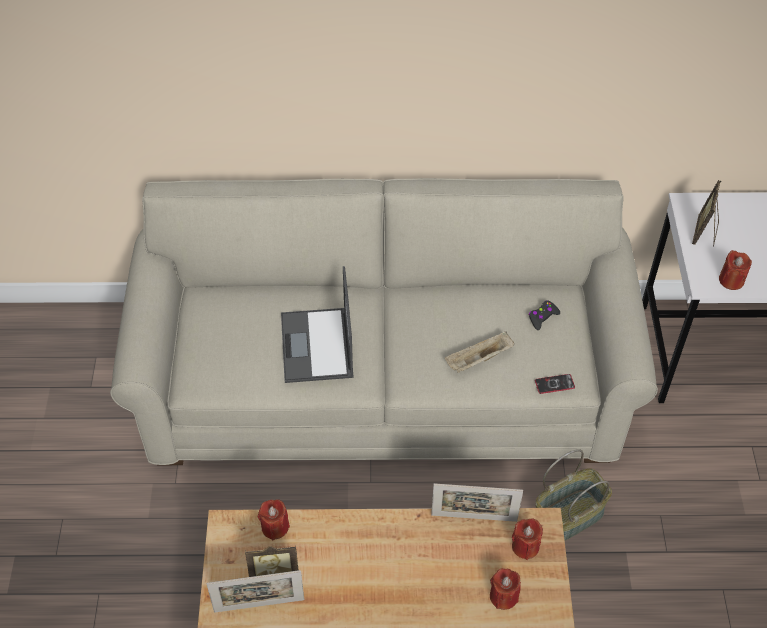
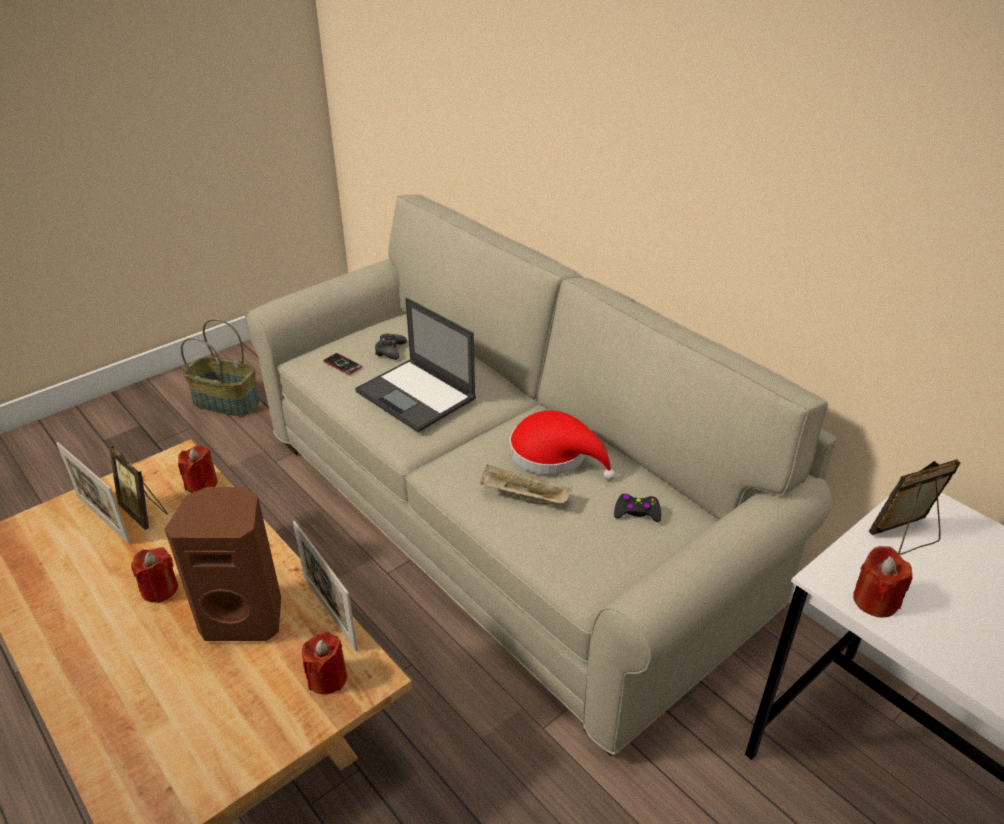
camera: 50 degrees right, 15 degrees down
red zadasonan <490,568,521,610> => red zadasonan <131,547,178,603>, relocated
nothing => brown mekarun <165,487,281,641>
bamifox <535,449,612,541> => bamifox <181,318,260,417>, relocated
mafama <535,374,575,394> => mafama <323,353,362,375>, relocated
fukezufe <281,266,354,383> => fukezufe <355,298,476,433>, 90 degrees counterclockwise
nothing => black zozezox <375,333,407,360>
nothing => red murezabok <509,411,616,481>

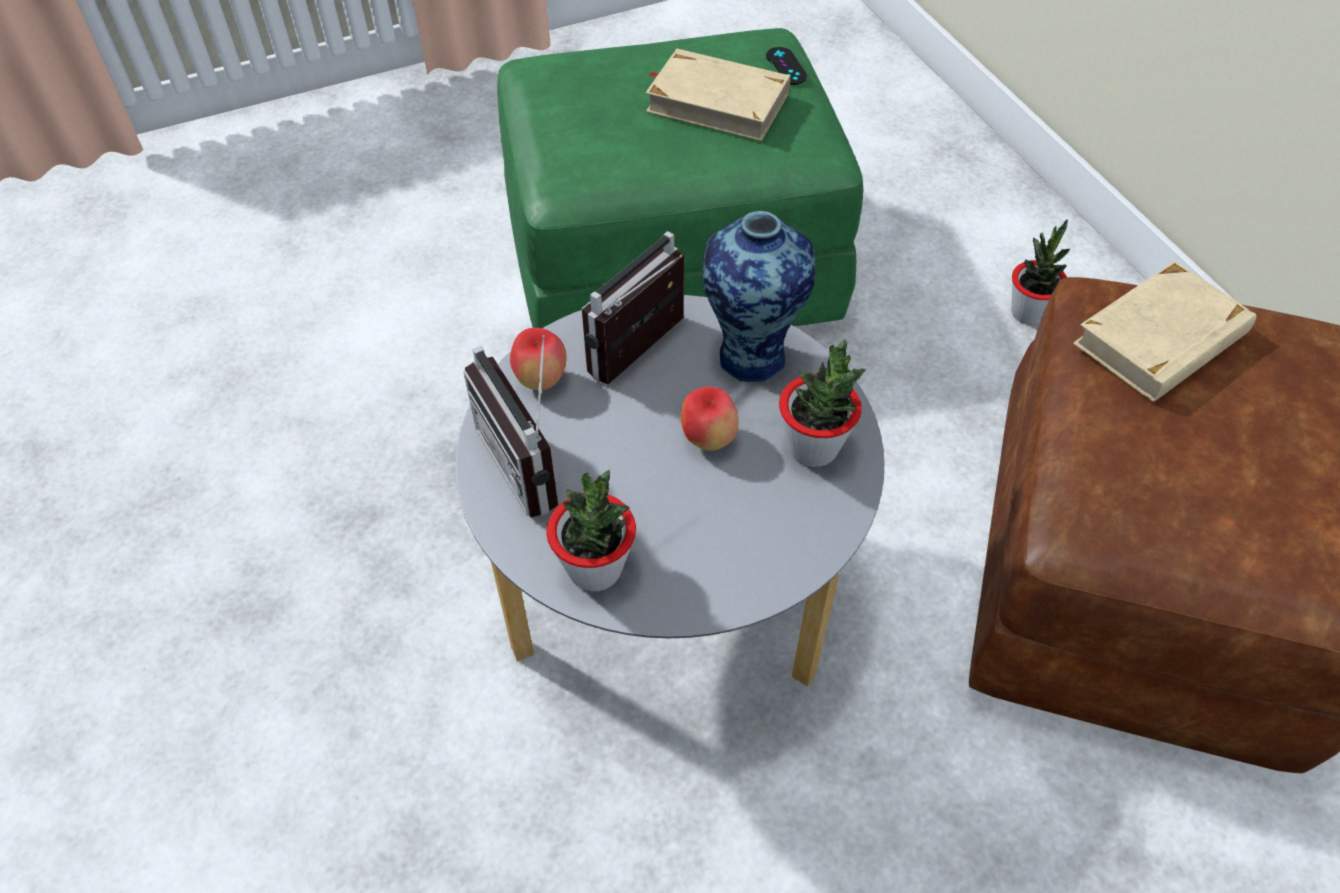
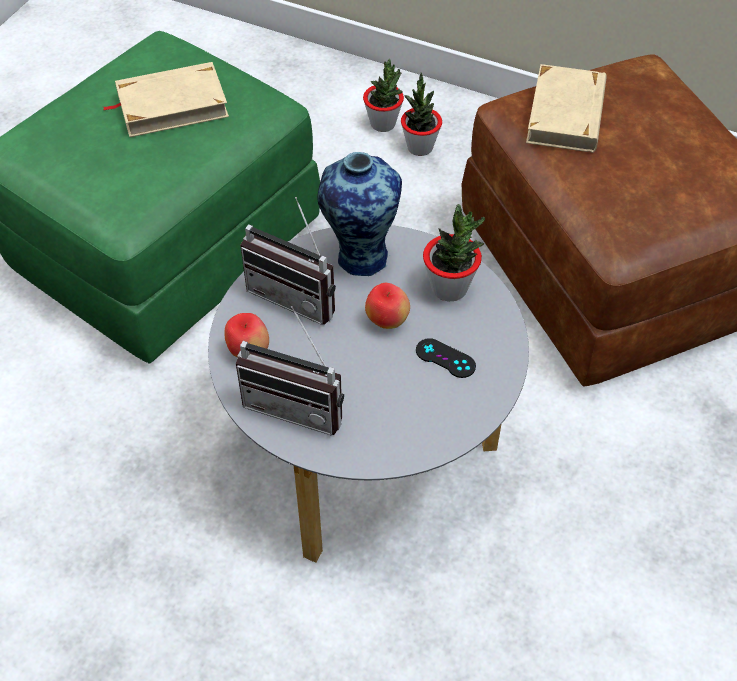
camera: 40 degrees left, 0 degrees up
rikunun <582,231,684,384> => rikunun <240,197,336,325>, 60 degrees counterclockwise
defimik <546,470,636,591> => defimik <363,59,404,132>, relocated
black zozezox <766,47,807,85> => black zozezox <416,338,476,378>, relocated

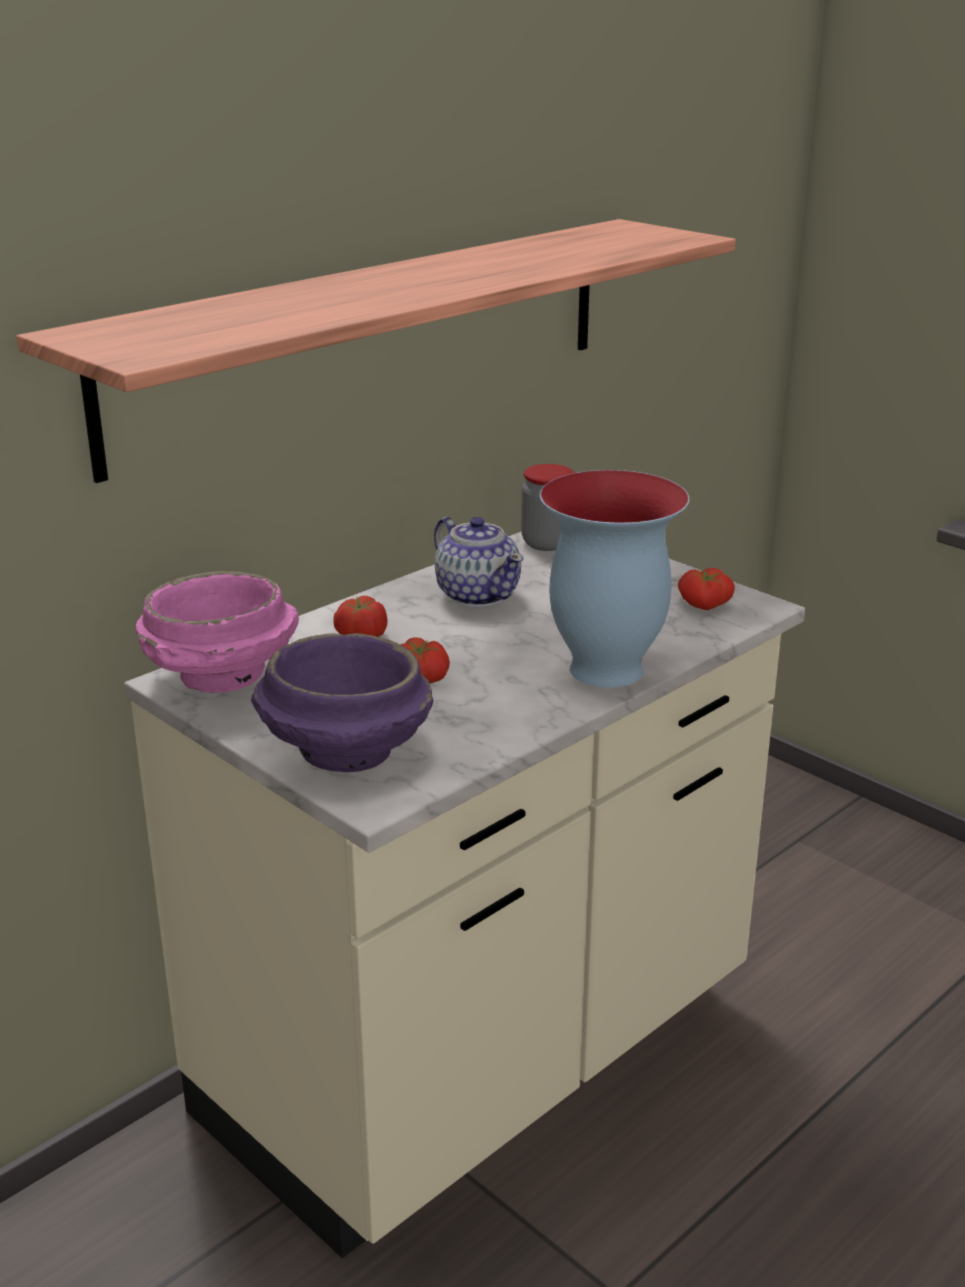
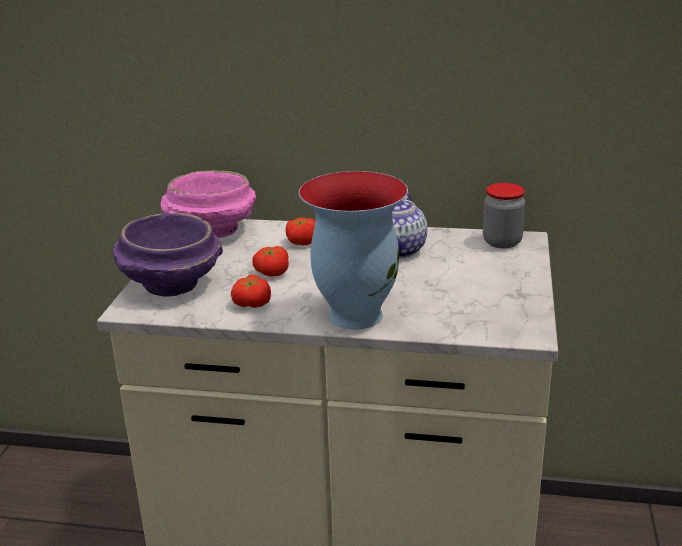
camera: 55 degrees right, 0 degrees up
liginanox <678,568,735,610> => liginanox <231,275,271,308>, relocated
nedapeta <16,219,736,483> => nothing

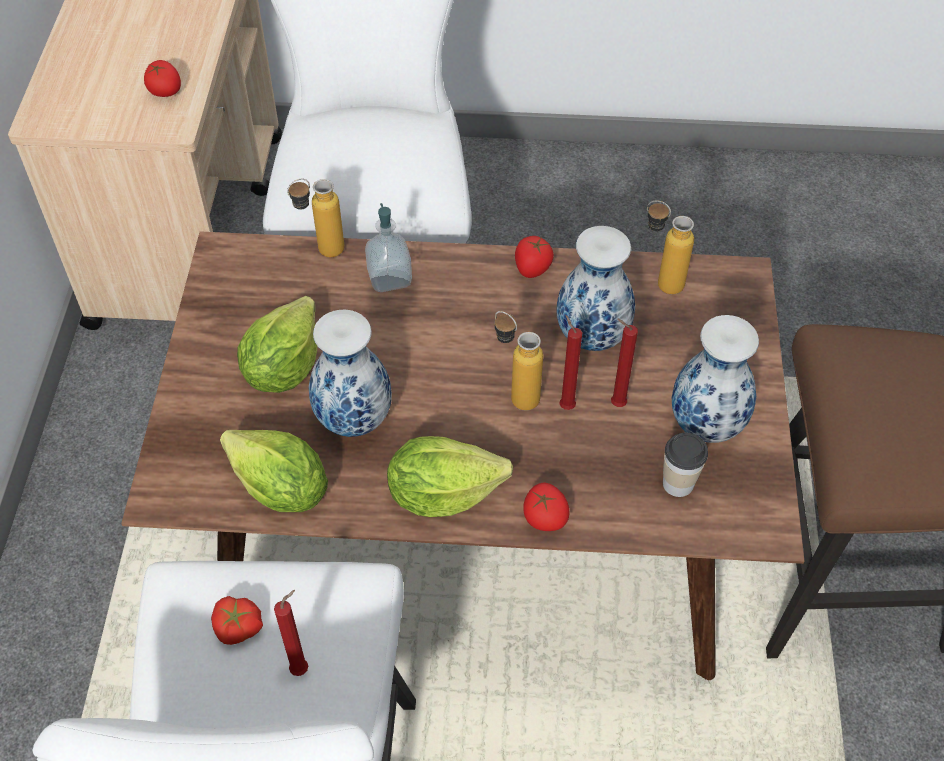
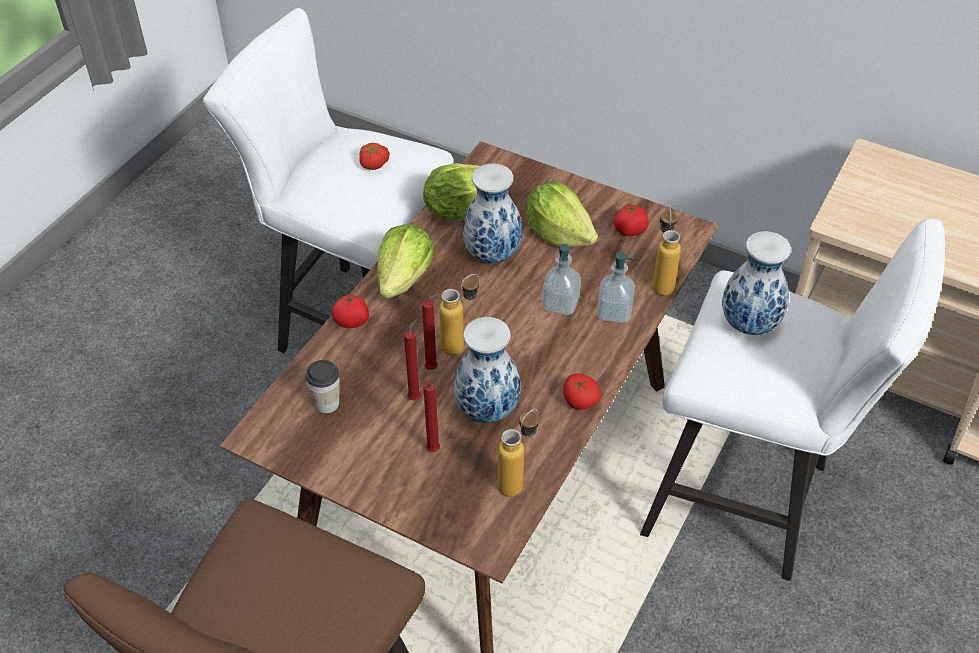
camera: 115 degrees right, 5 degrees down
red zadasonan <274,590,308,676> => red zadasonan <423,382,440,452>, relocated
nothing => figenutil <542,244,581,315>
liginanox <144,60,181,97> => liginanox <614,205,649,236>, relocated
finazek <672,315,759,443> => finazek <722,231,791,335>, relocated

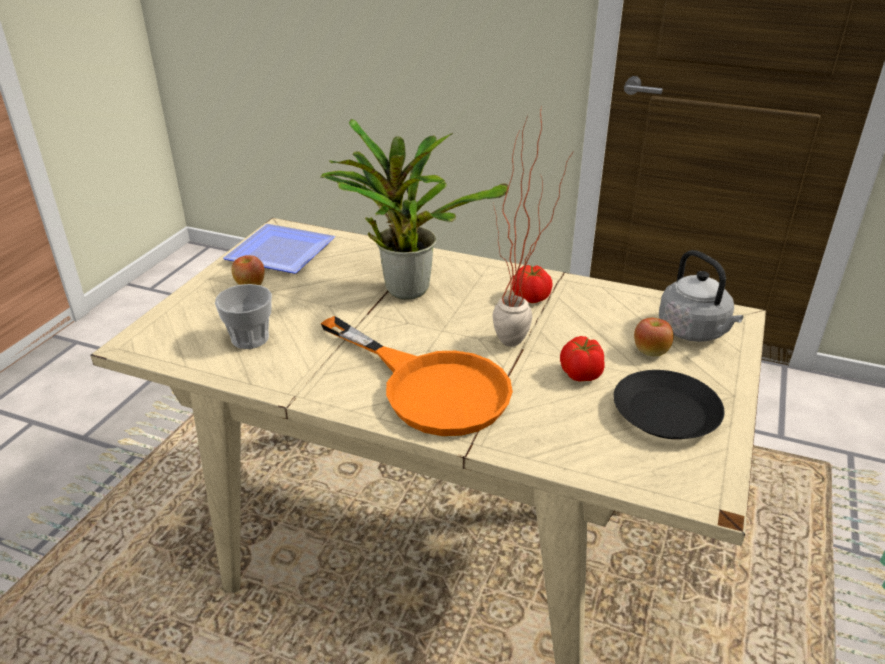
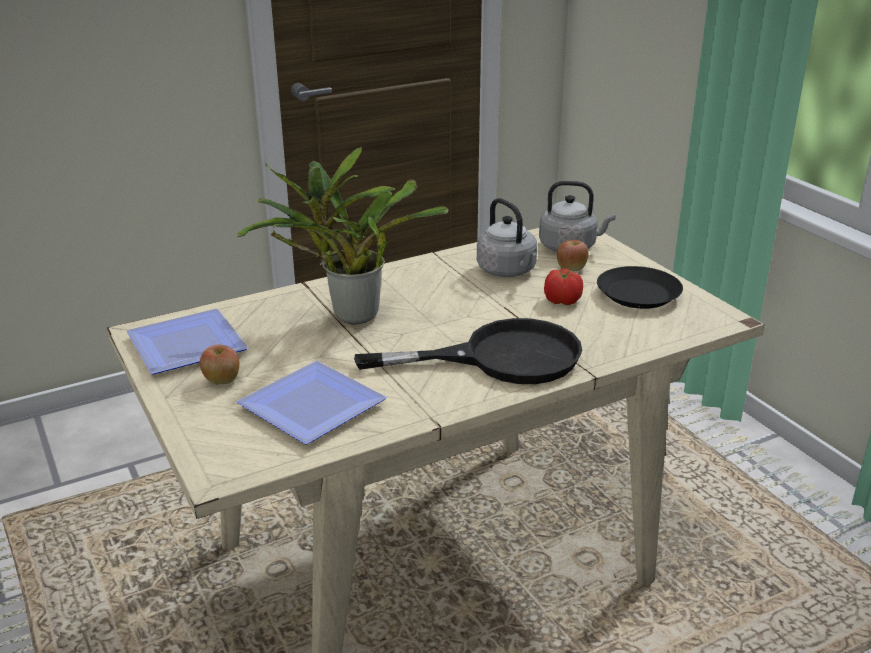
camera: 50 degrees left, 5 degrees down
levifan <215,284,272,349> => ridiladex <236,361,387,444>
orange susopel <321,316,513,436> => black susopel <354,318,582,384>
nothing => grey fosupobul <477,198,537,277>
defimik <492,111,573,347> => nothing
liginanox <512,265,553,303> => nothing

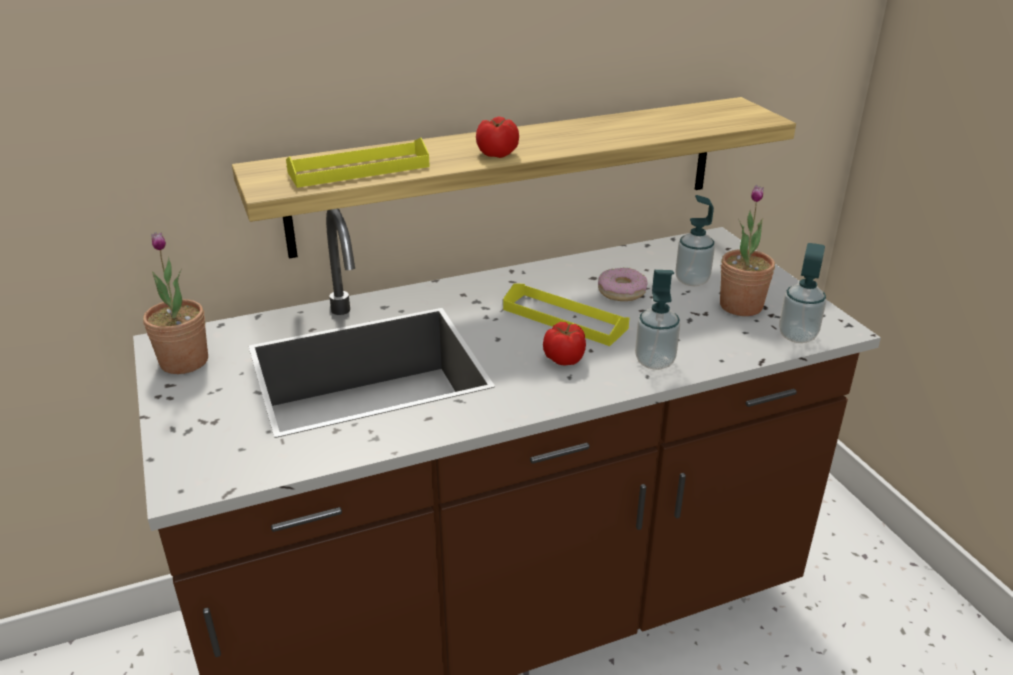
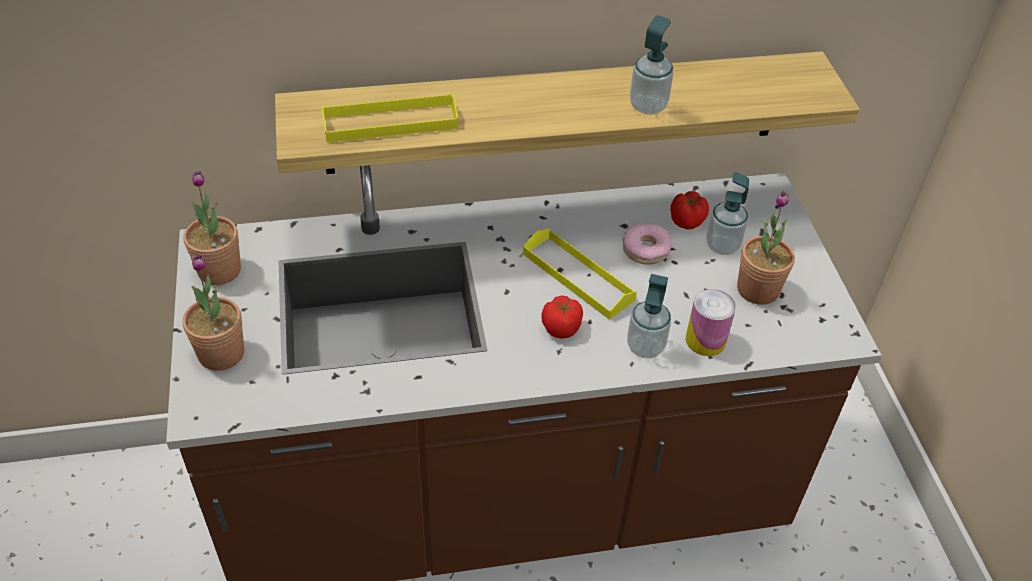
camera: 10 degrees right, 15 degrees up
nothing => defimik <183,254,244,371>
figenutil <779,243,826,343> => figenutil <630,15,674,114>, relocated
liginanox <476,116,519,158> => liginanox <670,191,709,229>, relocated
nothing => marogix <686,289,736,356>

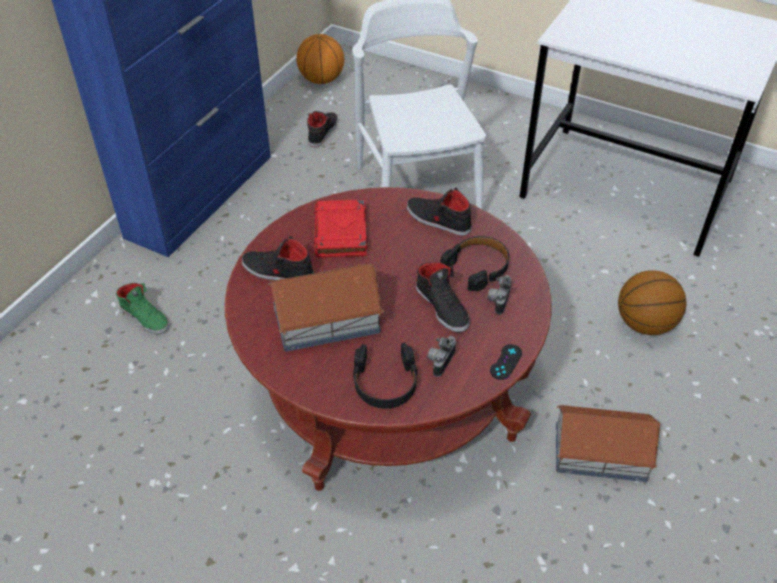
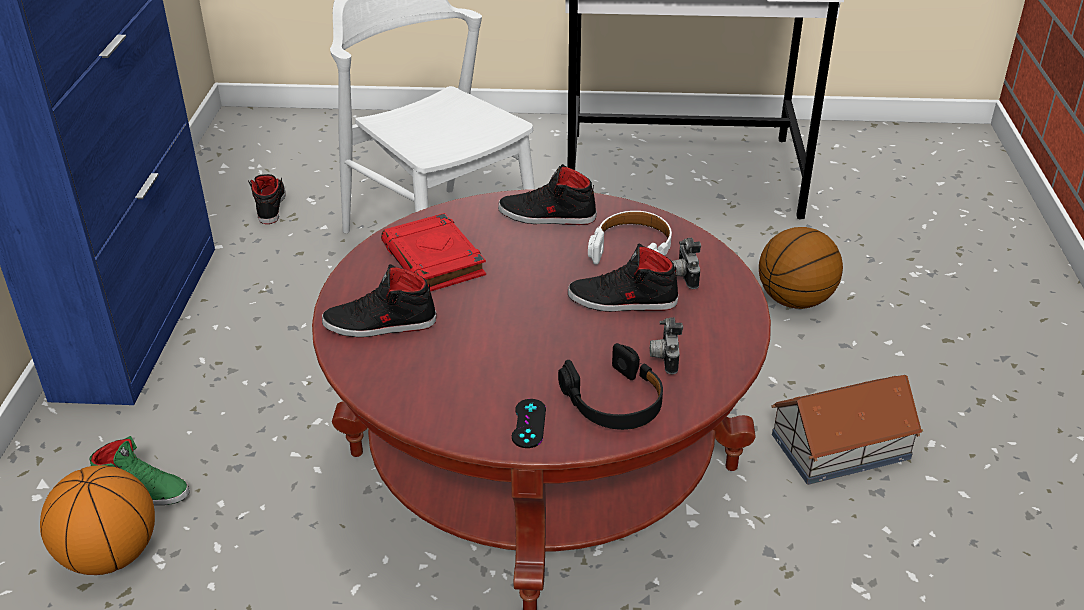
camera: 25 degrees left, 10 degrees down
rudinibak <296,34,344,84> => rudinibak <40,465,155,575>, relocated
black zozezox <490,344,522,380> => black zozezox <512,399,546,448>, relocated
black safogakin <416,262,469,332> => black safogakin <568,244,679,312>, 150 degrees clockwise
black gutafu <441,236,509,291> => white gutafu <588,211,672,265>
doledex <268,264,384,352> => nothing

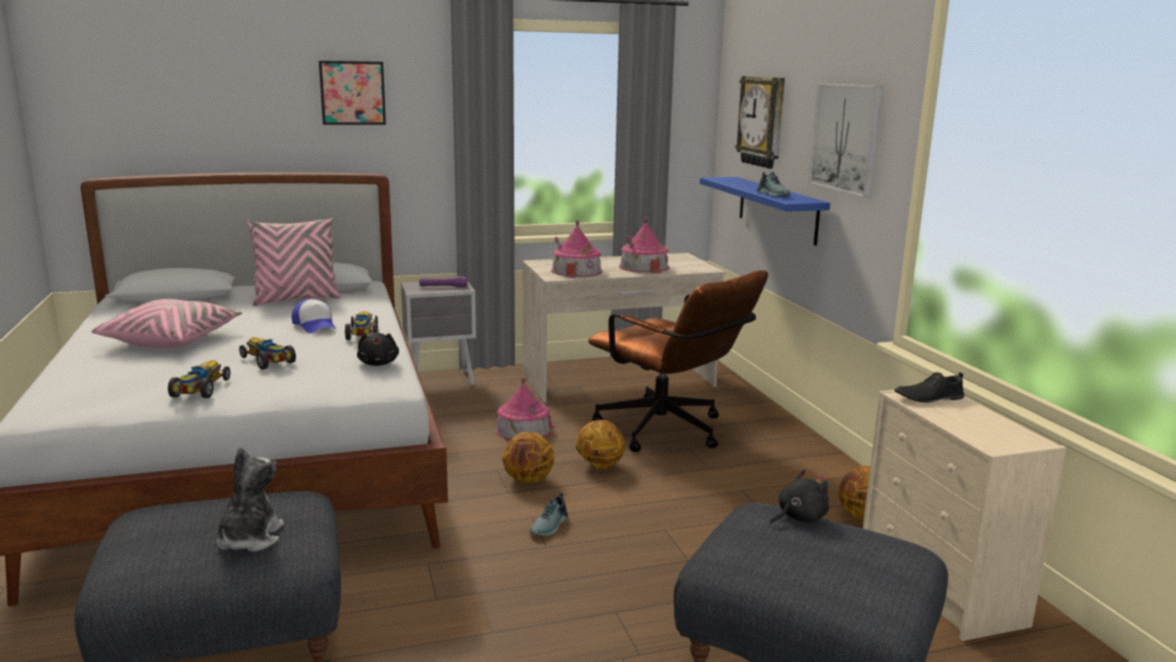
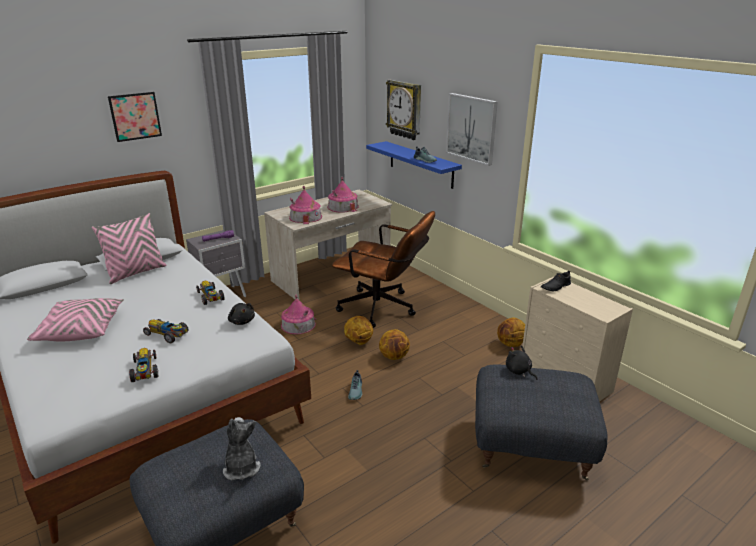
camera: 20 degrees left, 10 degrees up
rudinibak <502,432,554,483> => rudinibak <379,329,410,360>, relocated
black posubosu <770,469,829,525> => black posubosu <506,345,537,380>, 75 degrees counterclockwise
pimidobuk <292,299,336,333> => nothing

